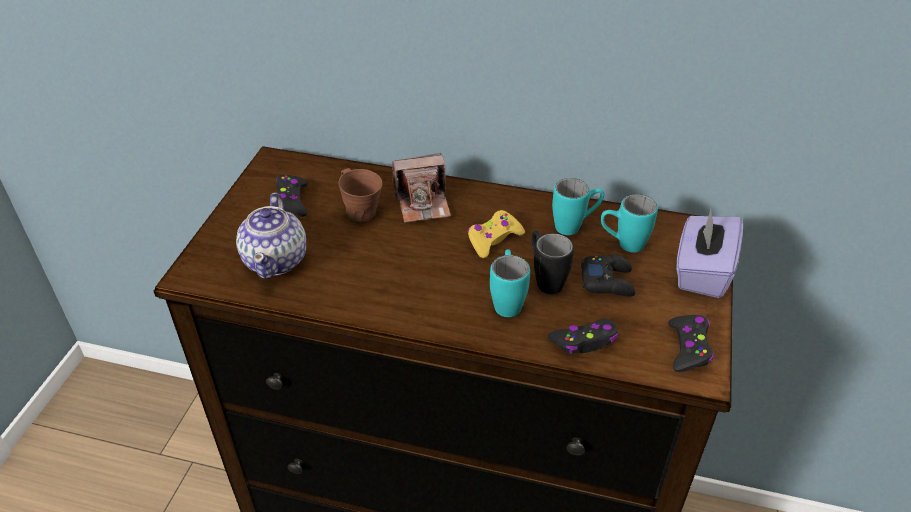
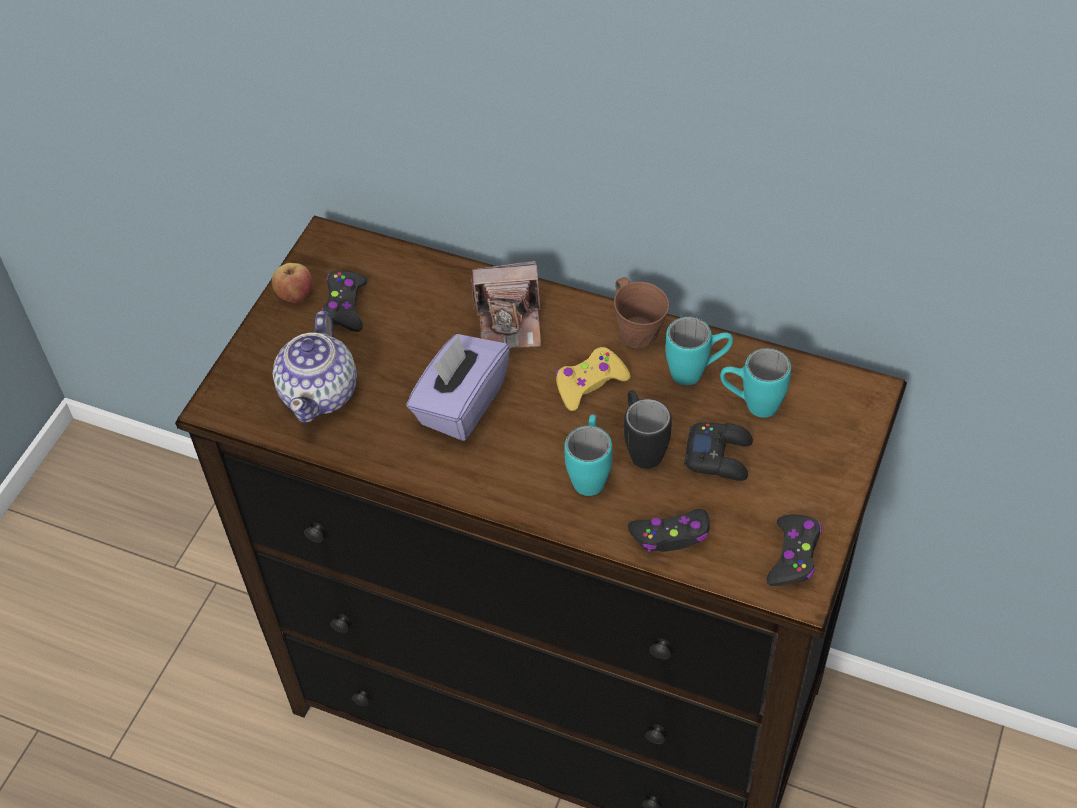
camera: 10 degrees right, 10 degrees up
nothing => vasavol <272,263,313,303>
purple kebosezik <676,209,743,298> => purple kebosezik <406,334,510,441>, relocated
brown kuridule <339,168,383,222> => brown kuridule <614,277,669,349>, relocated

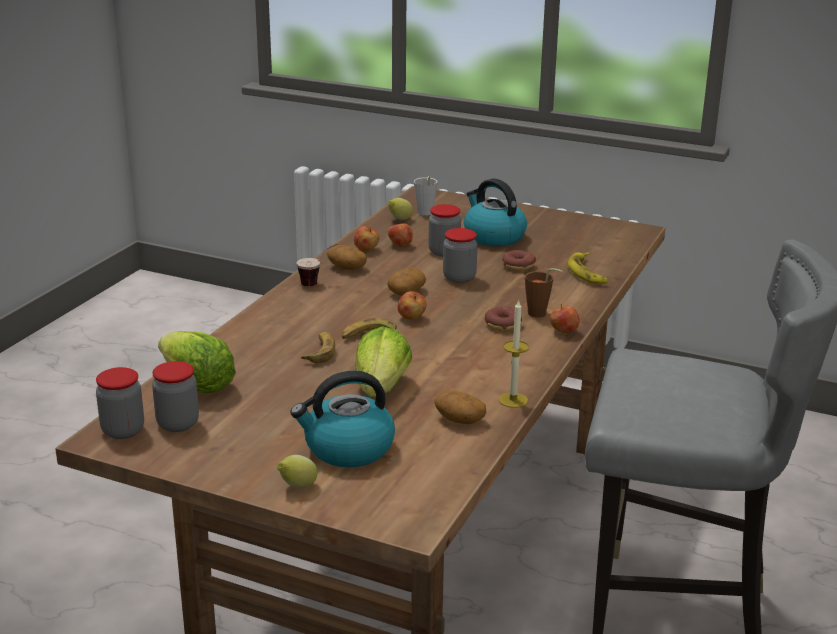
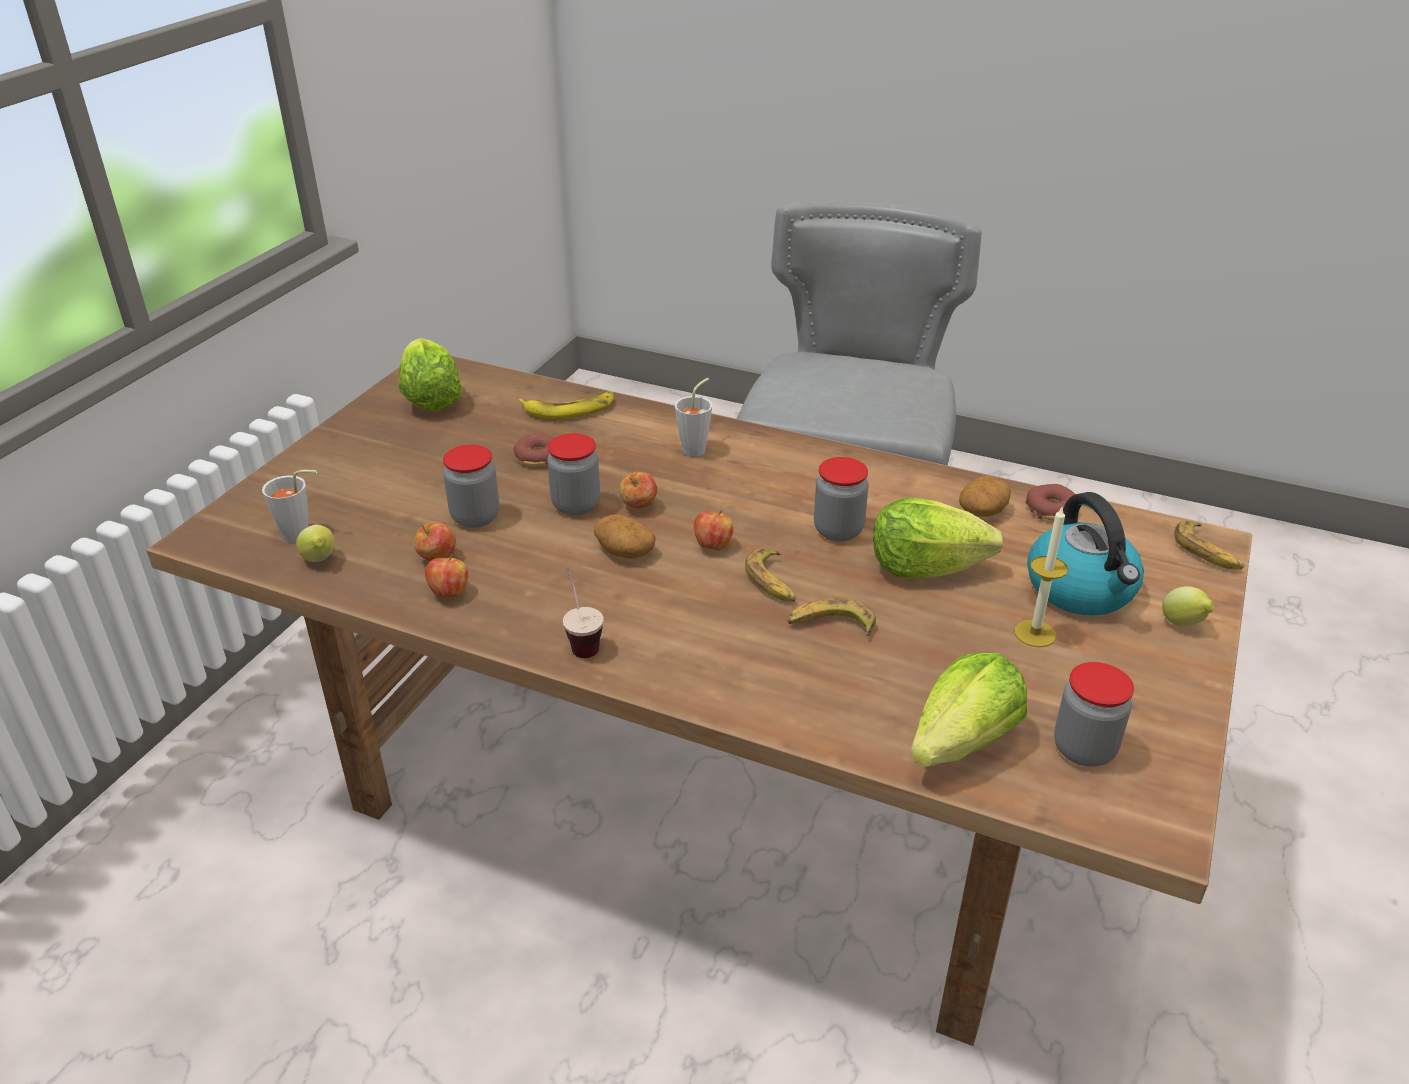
camera: 90 degrees left, 10 degrees up
nothing => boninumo <398,338,462,411>
vasavol <550,304,579,333> => vasavol <619,471,657,509>, relocated
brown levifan <525,268,563,318> => grey levifan <675,378,712,457>
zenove <96,367,144,439> => zenove <814,457,869,541>, relocated
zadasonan <498,300,529,408> => zadasonan <1014,505,1068,647>, relocated
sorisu <485,306,522,331> => sorisu <1026,484,1075,521>, relocated
nothing => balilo <1174,521,1244,569>
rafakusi <327,245,367,270> => nothing
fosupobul <464,179,527,246> => nothing

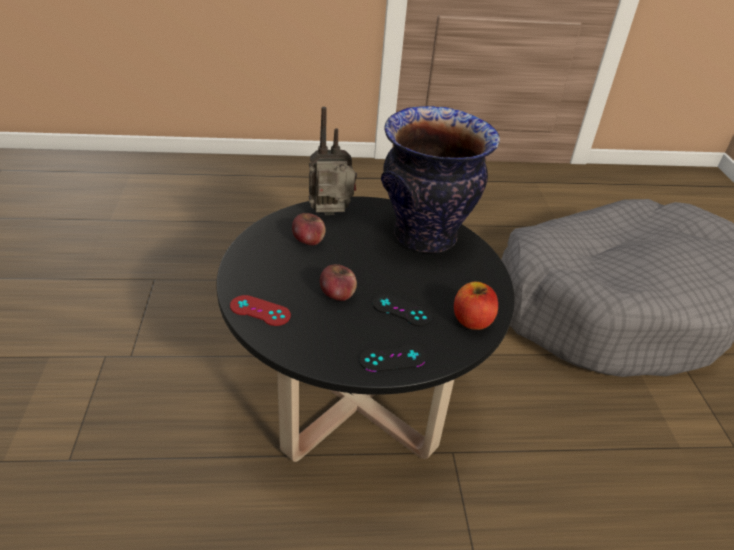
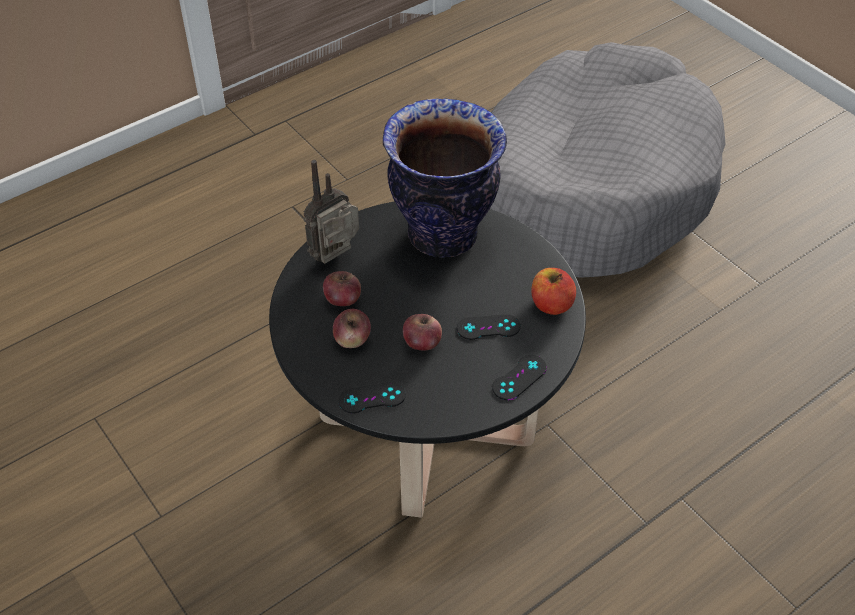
camera: 30 degrees left, 10 degrees up
nothing => vasavol <333,309,371,348>
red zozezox <230,295,291,326> => black zozezox <339,382,406,413>

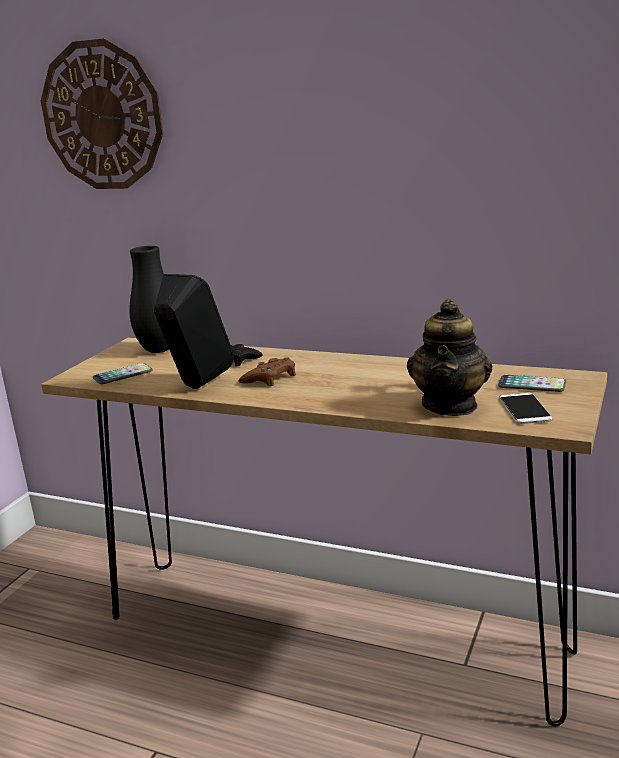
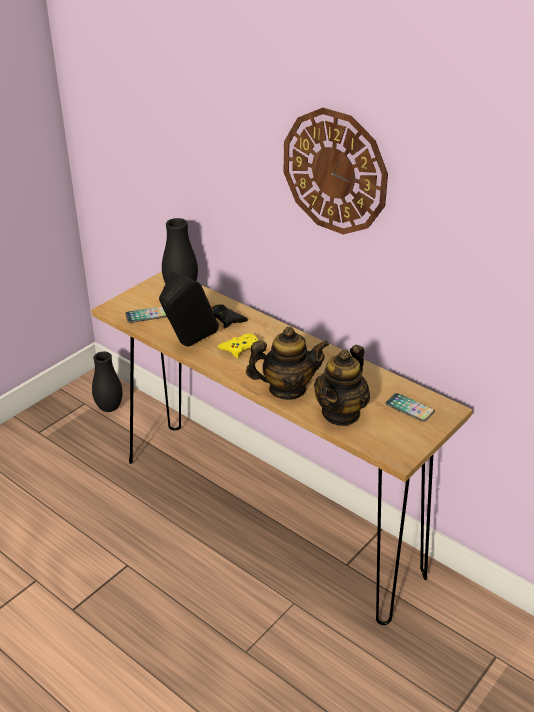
camera: 15 degrees right, 15 degrees up
nothing => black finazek <92,352,122,412>
brown zozezox <238,357,296,386> => yellow zozezox <218,333,258,358>
nothing => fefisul <246,327,329,400>
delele <41,39,163,189> => delele <284,108,388,234>, relocated
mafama <500,393,552,424> => nothing

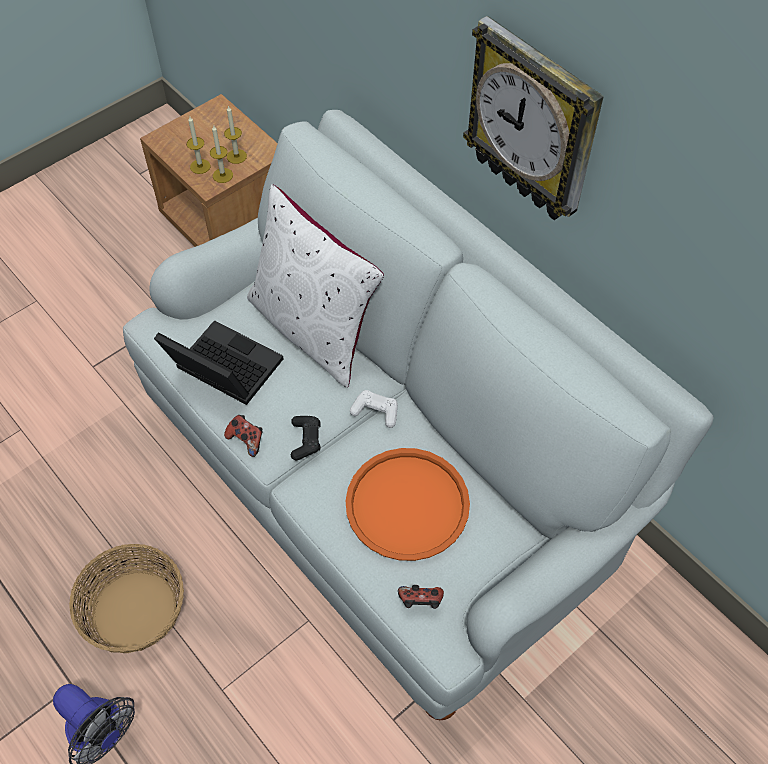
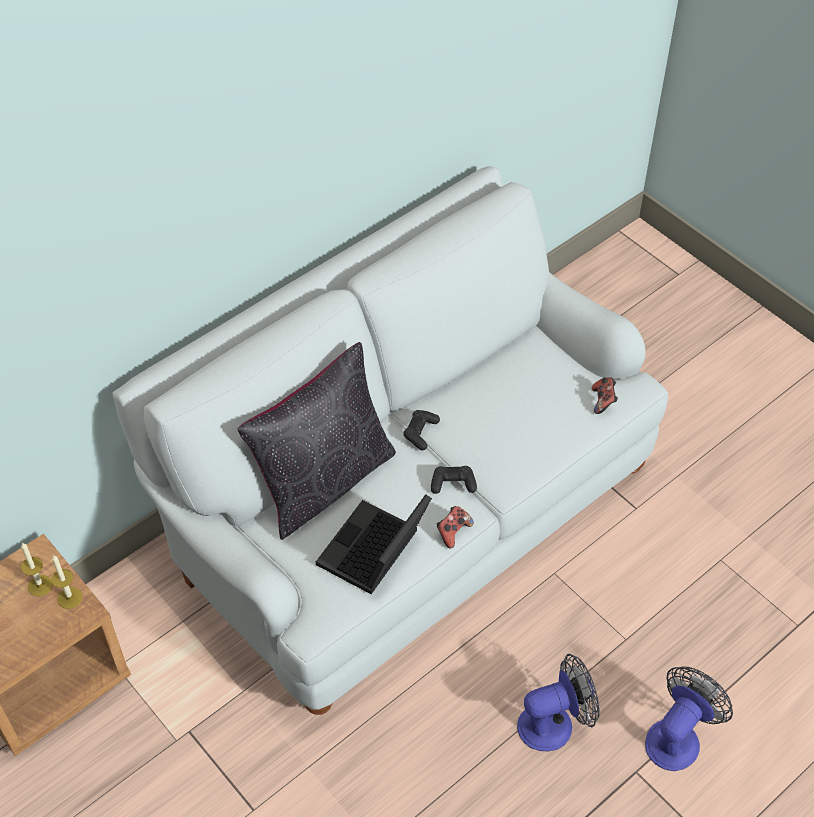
camera: 90 degrees left, 5 degrees down
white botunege <247,184,384,388> => black botunege <238,342,396,540>
white zozezox <350,390,398,428> => black zozezox <404,410,440,450>
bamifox <69,544,184,653> => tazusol <517,654,600,751>
zadasonan <187,116,210,174> => nothing
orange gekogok <346,448,470,561> => nothing
delele <463,16,604,220> => nothing

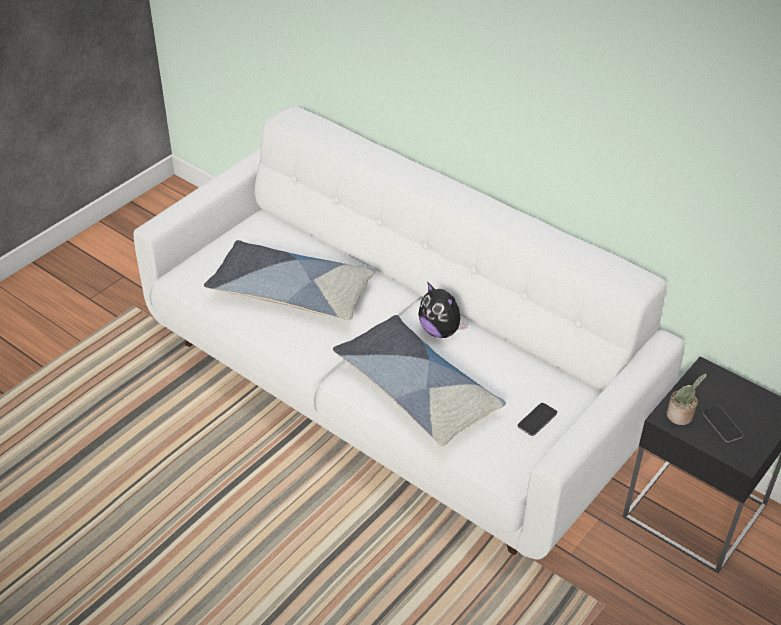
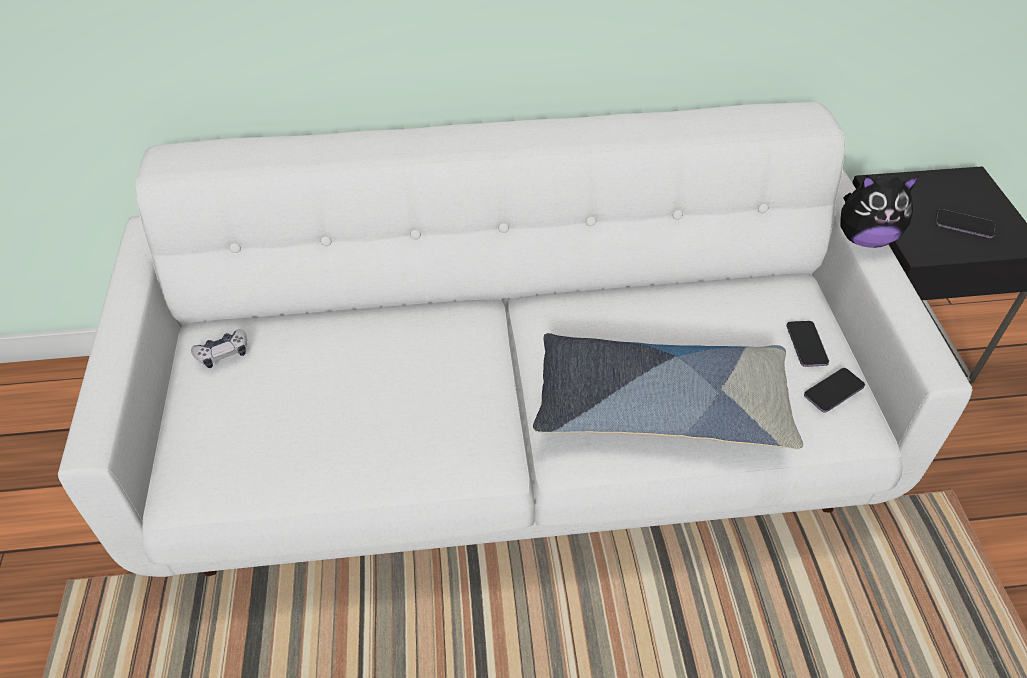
camera: 45 degrees left, 5 degrees up
nothing => zozezox <191,329,247,368>
nothing => mafama <804,368,865,413>
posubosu <418,282,468,338> => posubosu <840,175,919,248>, relocated
botunege <204,240,375,321> => nothing
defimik <666,373,707,425> => nothing

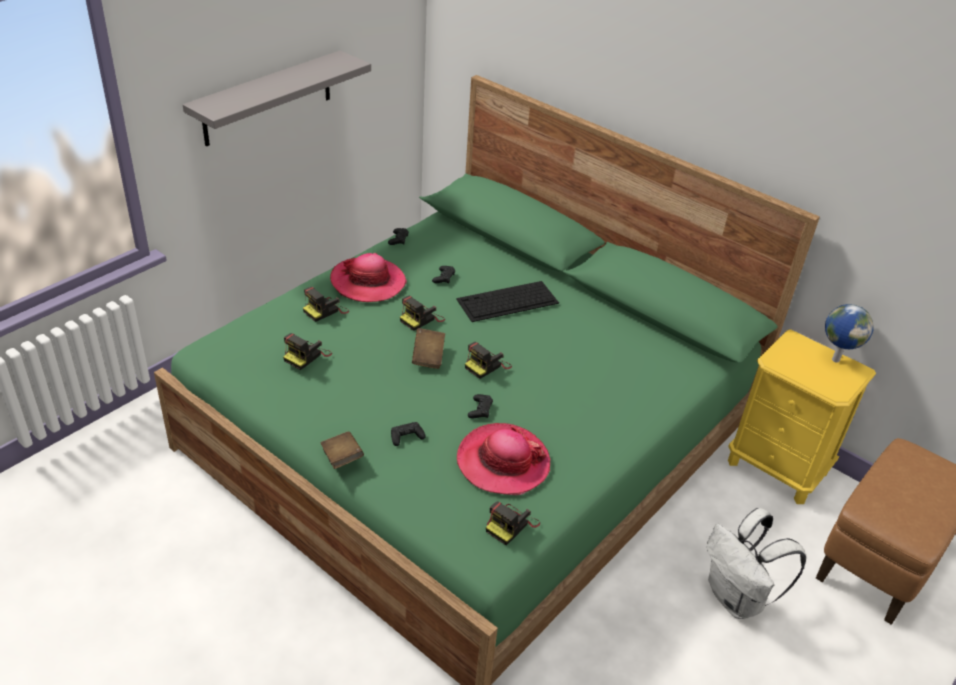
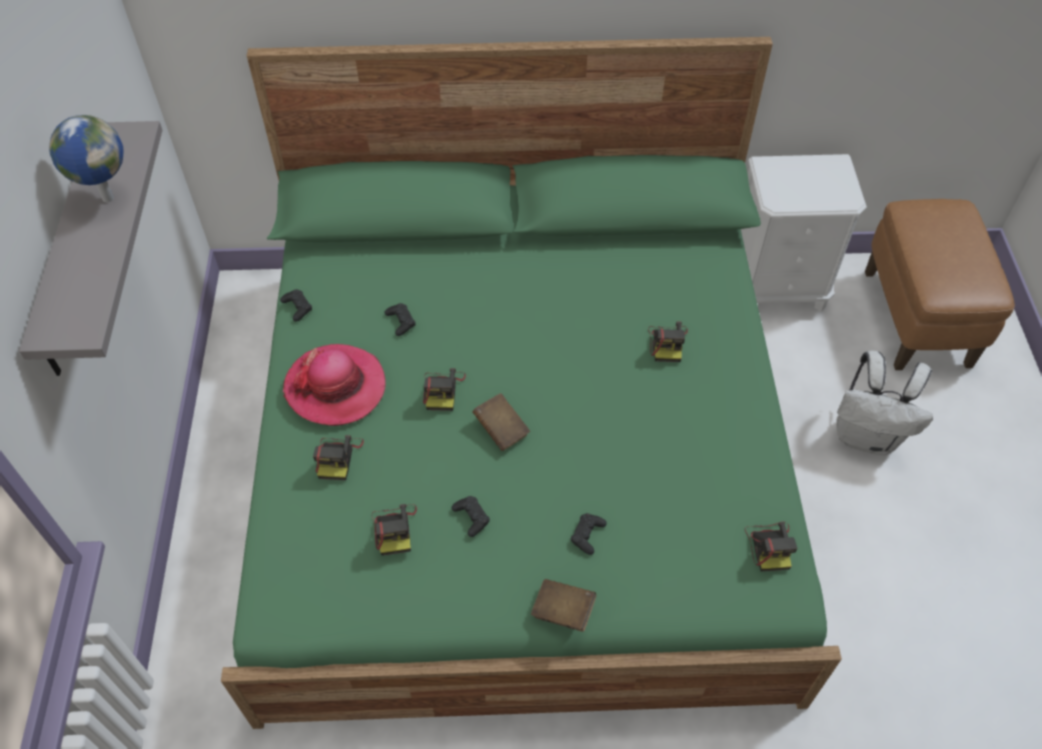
camera: 40 degrees left, 15 degrees up
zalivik <825,304,874,363> => zalivik <49,115,124,202>, relocated
black zozezox <468,394,493,418> => black zozezox <452,496,490,537>, relocated
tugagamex <465,342,512,379> => tugagamex <648,321,688,362>, relocated
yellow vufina <728,329,876,504> => white vufina <741,154,867,312>
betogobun <456,281,559,322> => nothing
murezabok <457,423,550,495> => nothing

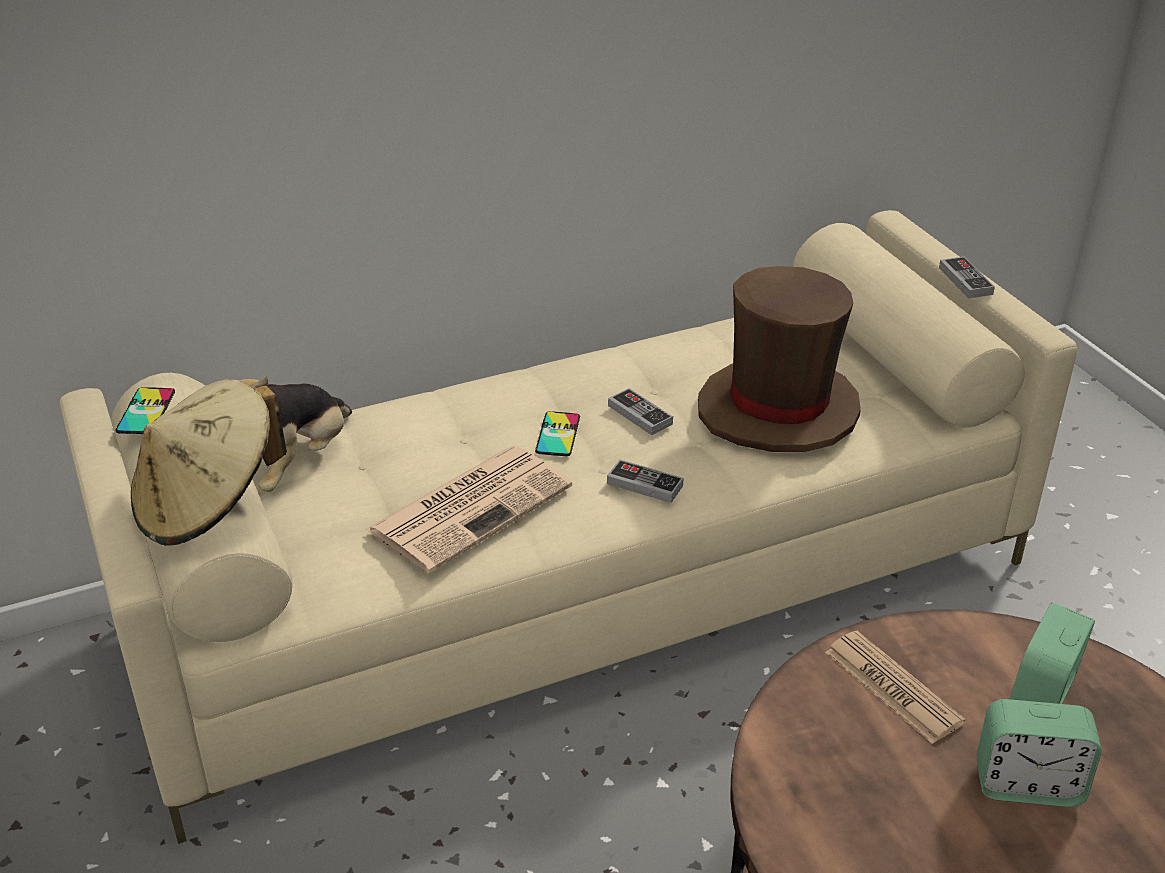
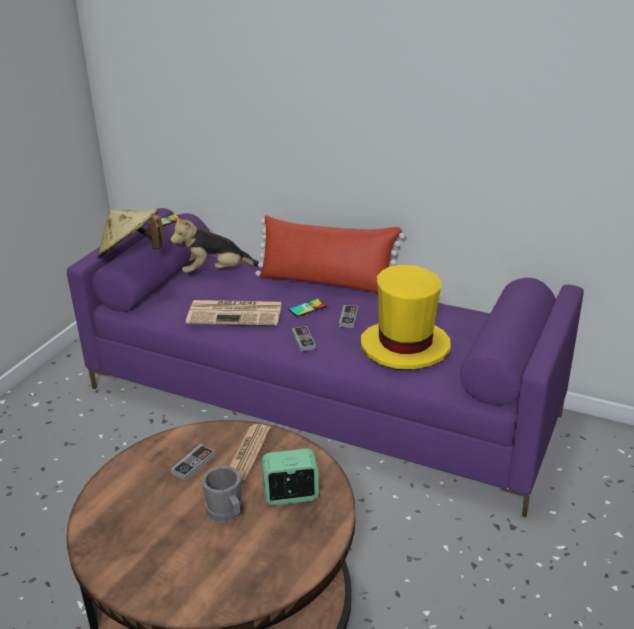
camera: 50 degrees right, 5 degrees down
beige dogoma <59,210,1077,844> => purple dogoma <67,208,584,517>
zozezox <939,256,995,298> => zozezox <171,444,215,481>, relocated
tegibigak <977,699,1102,807> => grey kuridule <202,466,243,523>
nothing => red botunege <255,215,405,293>
brown murezabok <698,266,861,452> => yellow murezabok <361,265,450,369>

